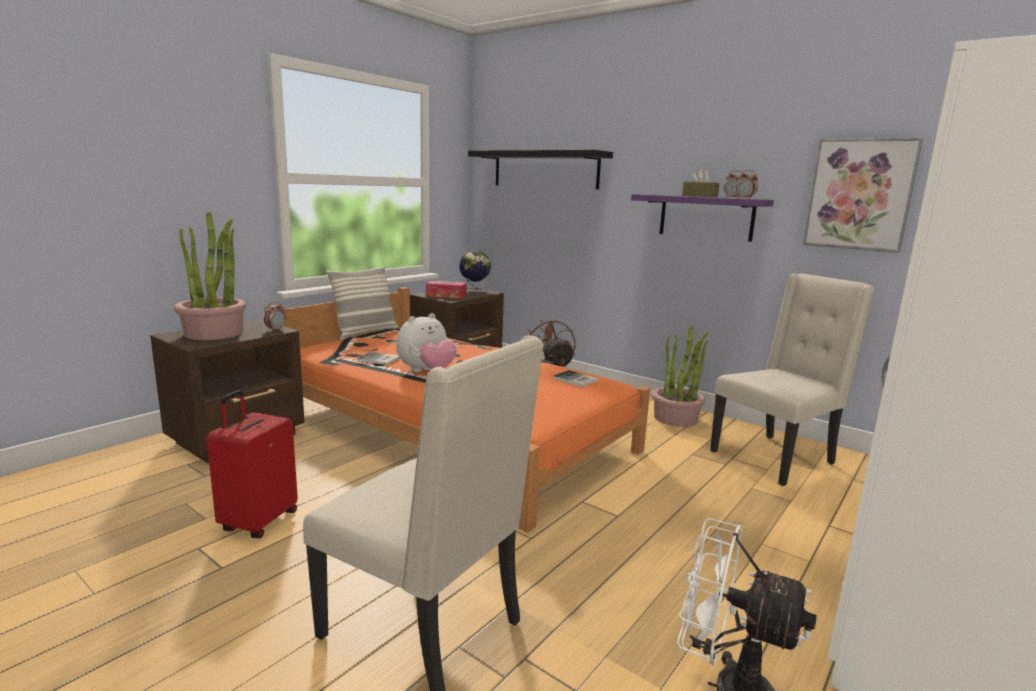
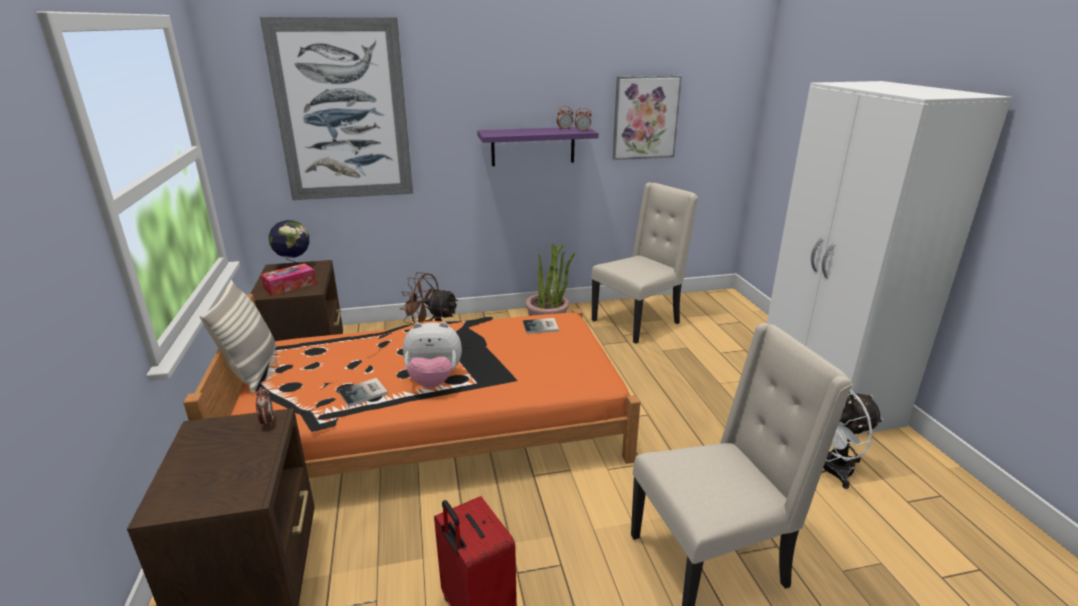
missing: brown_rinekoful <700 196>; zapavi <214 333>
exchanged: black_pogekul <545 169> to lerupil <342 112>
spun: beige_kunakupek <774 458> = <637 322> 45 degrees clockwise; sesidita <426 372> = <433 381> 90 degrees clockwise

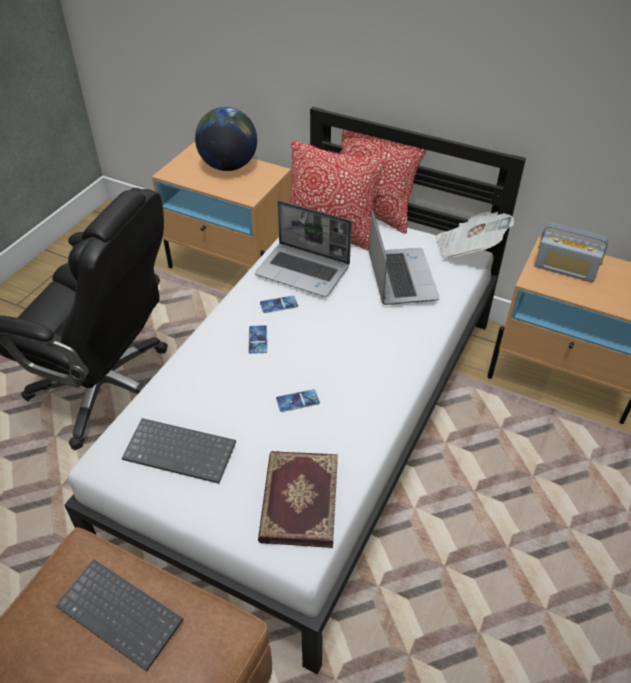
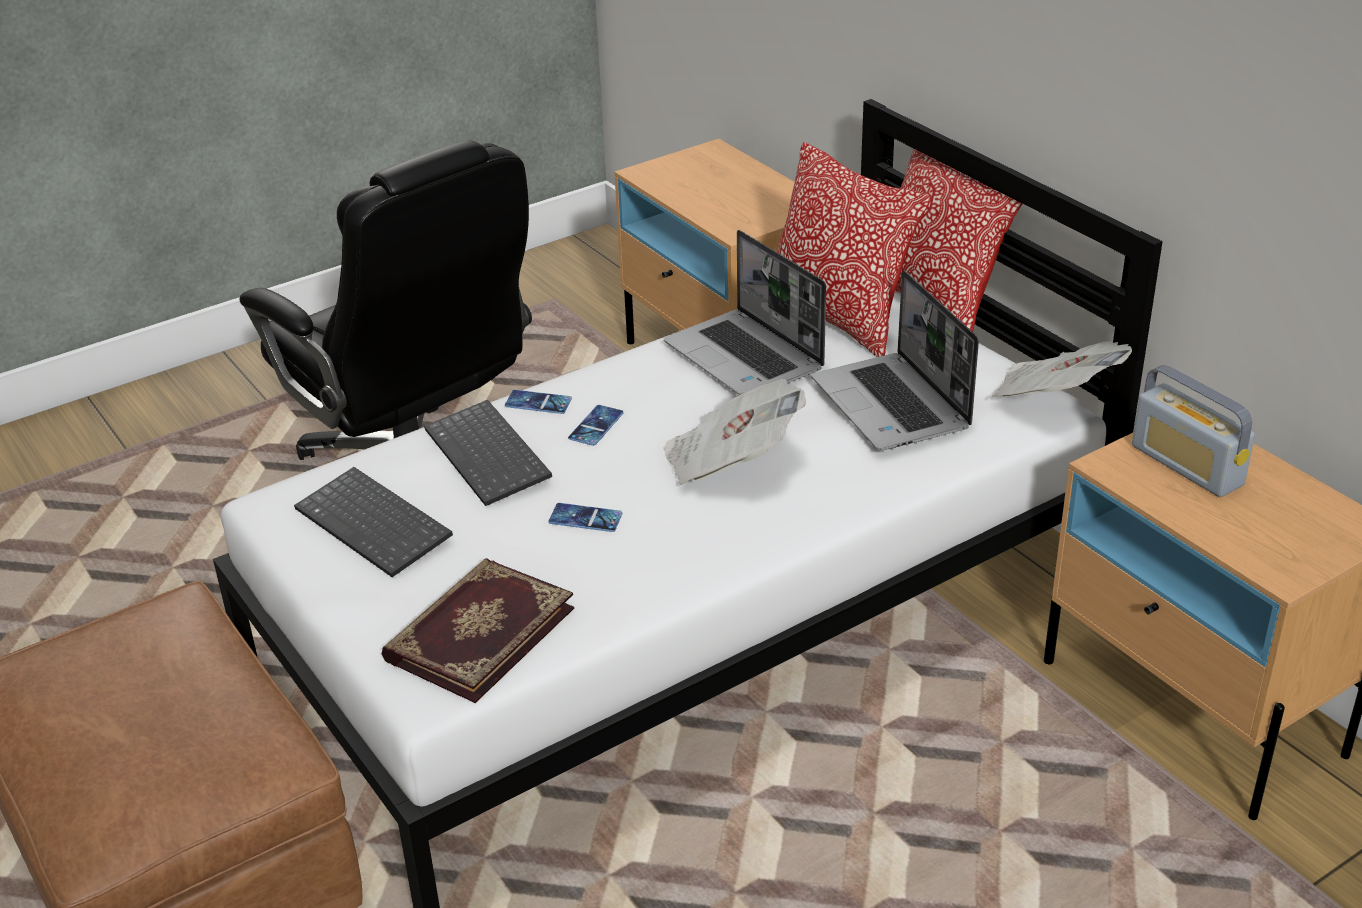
missing: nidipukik <228 166>
appeared: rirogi <730 462>
relocated: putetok <279 304> to <538 402>; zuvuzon <122 613> to <491 456>
spun: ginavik <400 277> = <893 405> 135 degrees clockwise

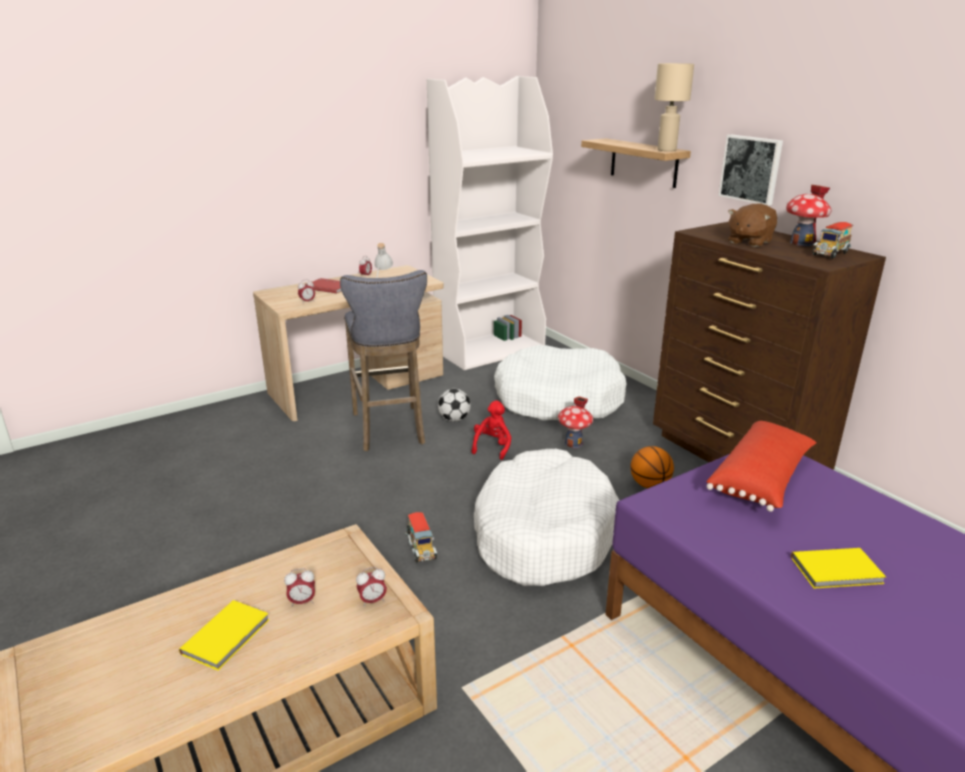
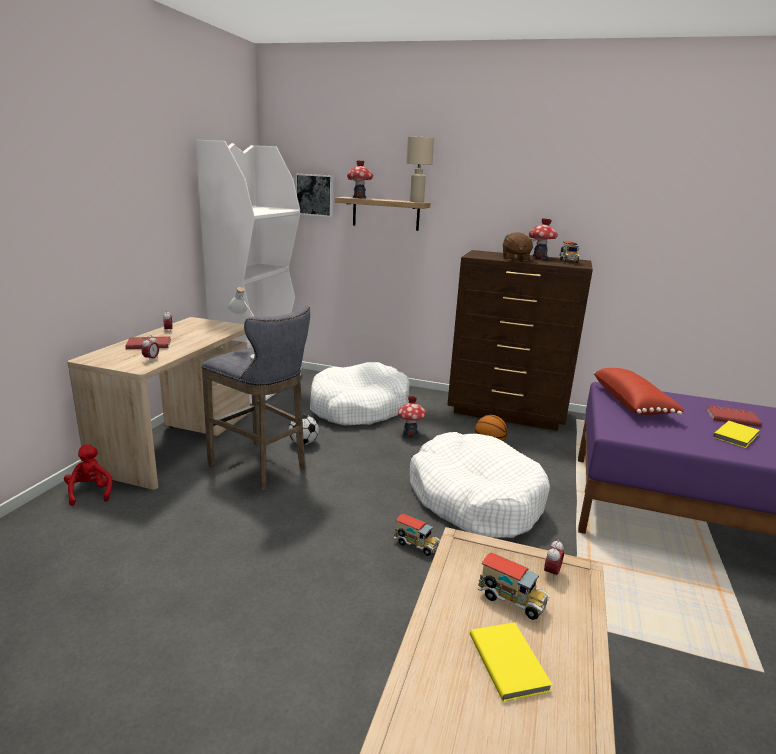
appeared: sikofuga <359 198>; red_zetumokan <731 417>
relocated: lerupil <751 169> to <315 195>; red_sesidita <492 447> to <90 492>
exchanged: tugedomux <302 602> to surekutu <511 602>

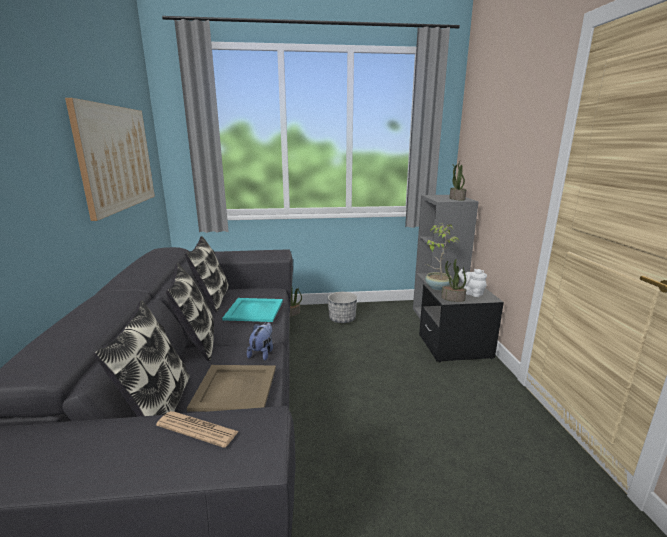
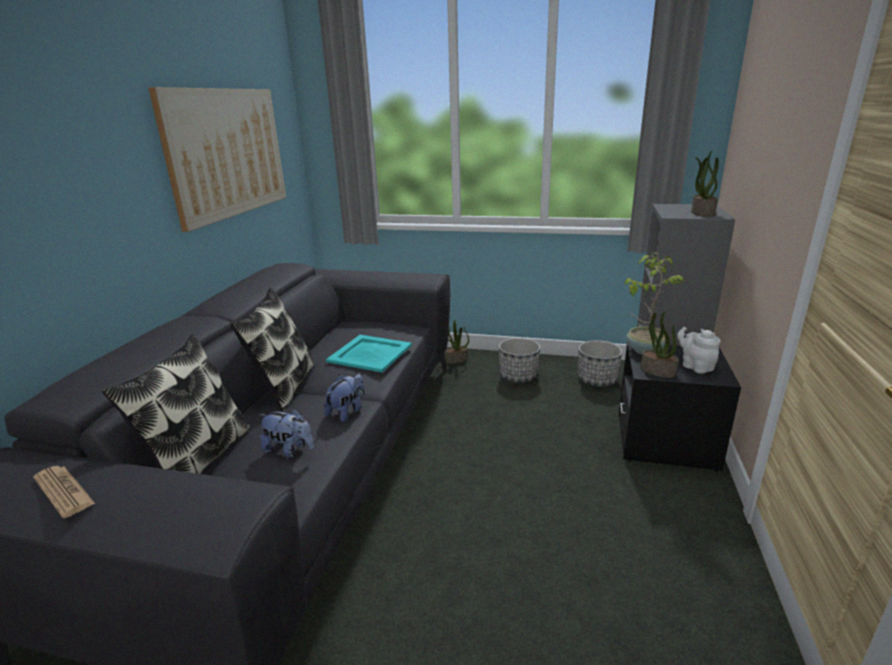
missing: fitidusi <212 299>
appeared: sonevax <597 380>
relocated: rirogi <197 429> to <63 491>
exchanged: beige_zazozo <236 387> to sesidita <289 450>

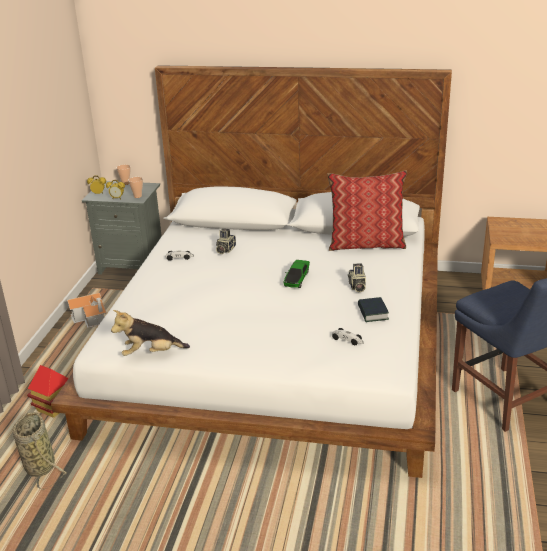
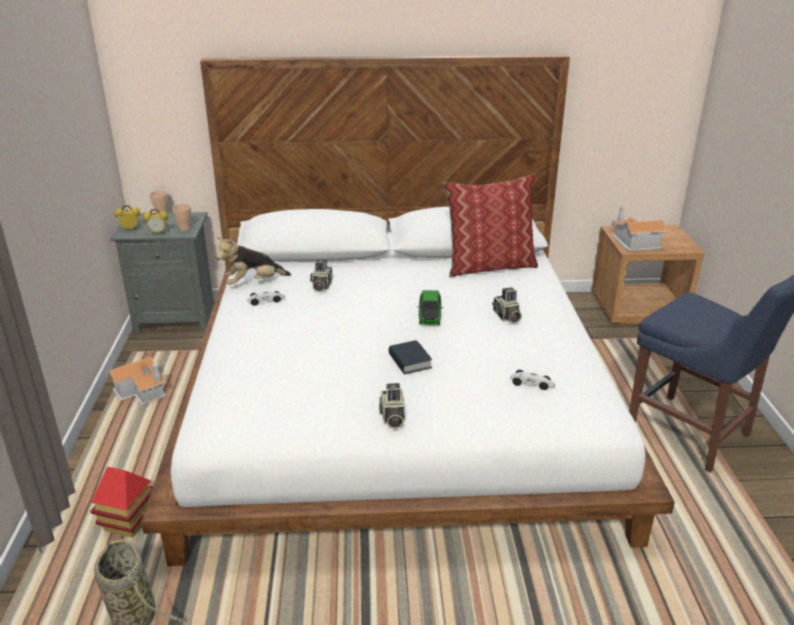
appeared: sikofuga <634 242>; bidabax <392 417>
relocated: zetumokan <372 313> to <409 361>; sesidita <151 353> to <253 283>

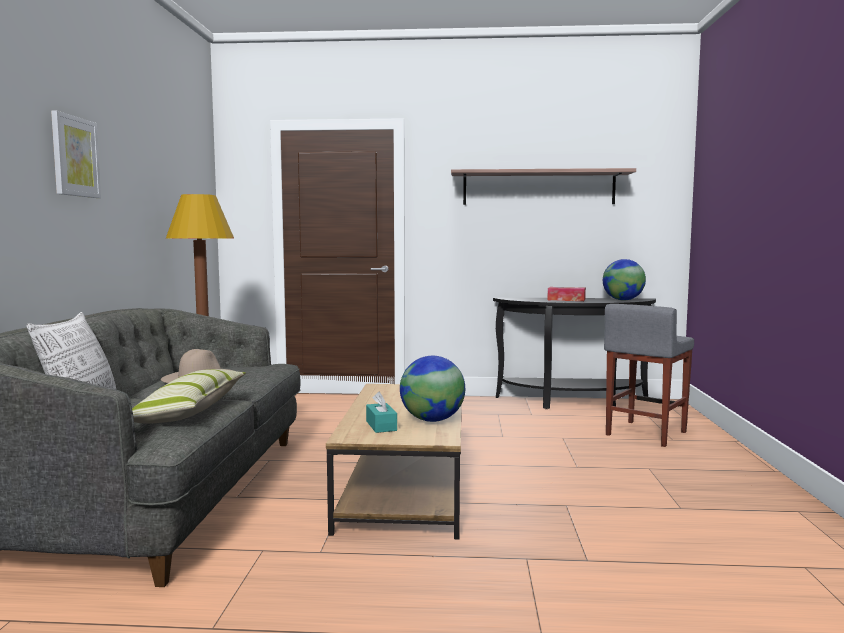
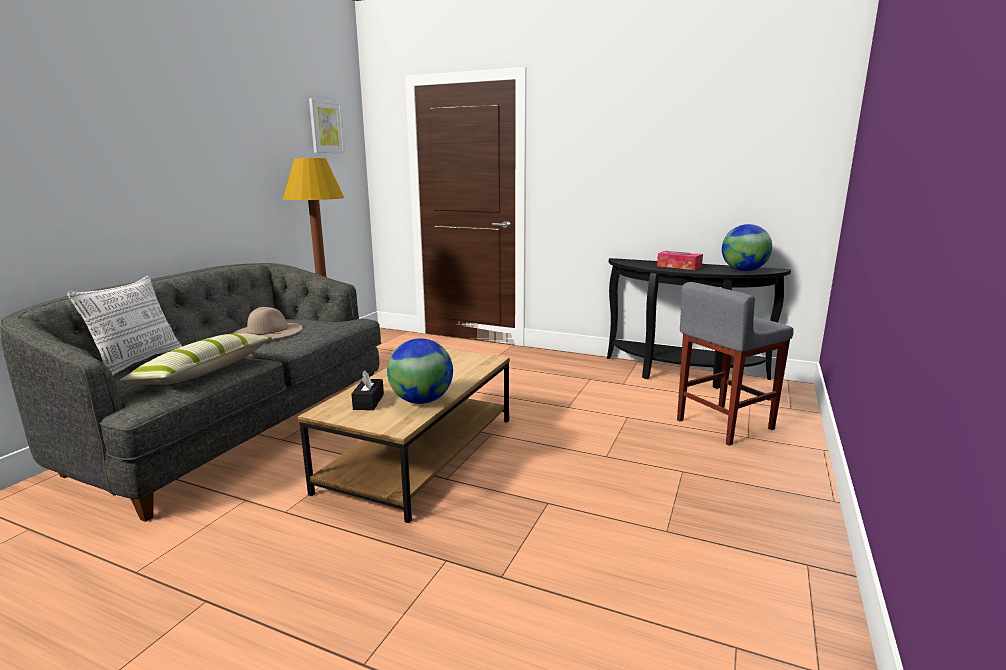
missing: pogekul <538 188>
relocated: lerupil <74 156> to <326 127>
colour: turquoise_rinekoful <381 426> to black_rinekoful <368 402>

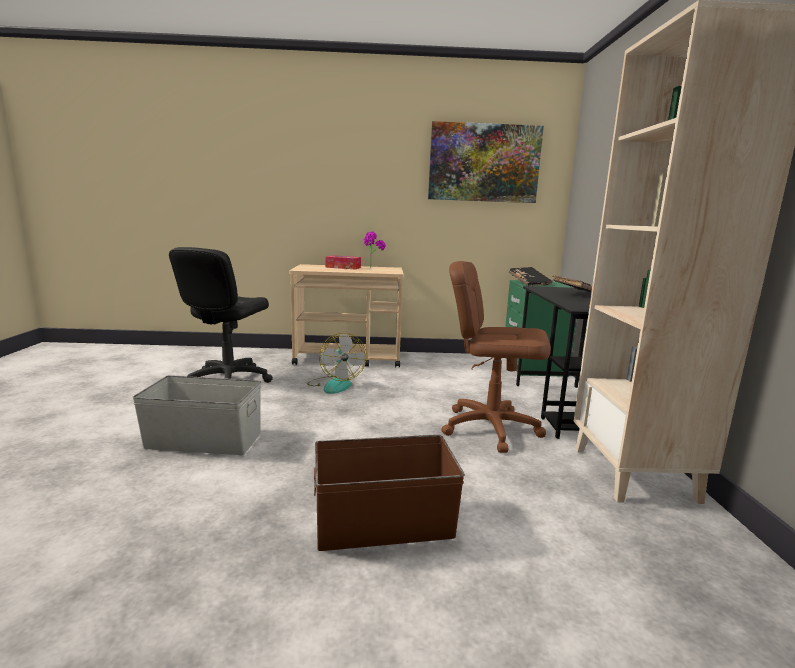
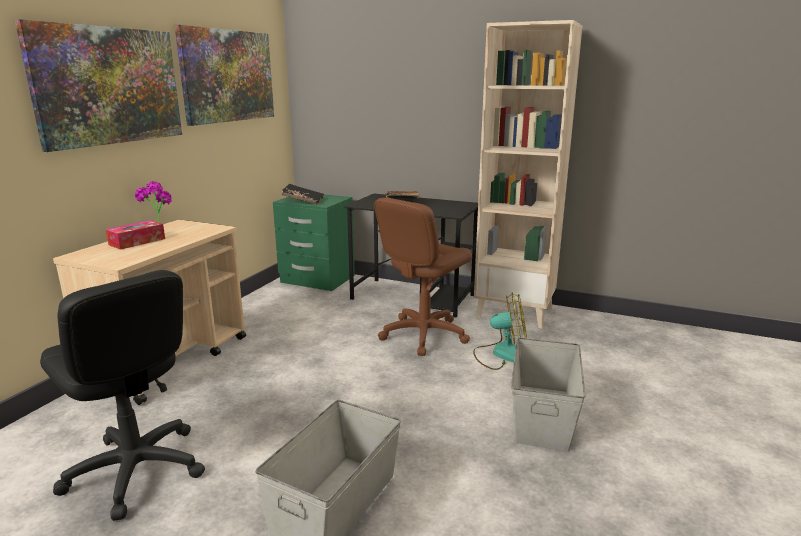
appeared: lerupil <109 86>
relocated: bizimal <335 384> to <501 354>
colour: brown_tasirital <384 524> to grey_tasirital <543 415>

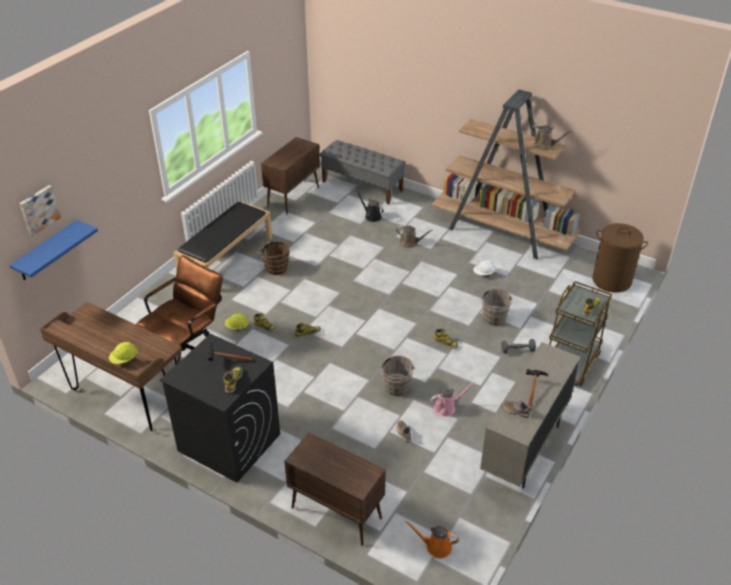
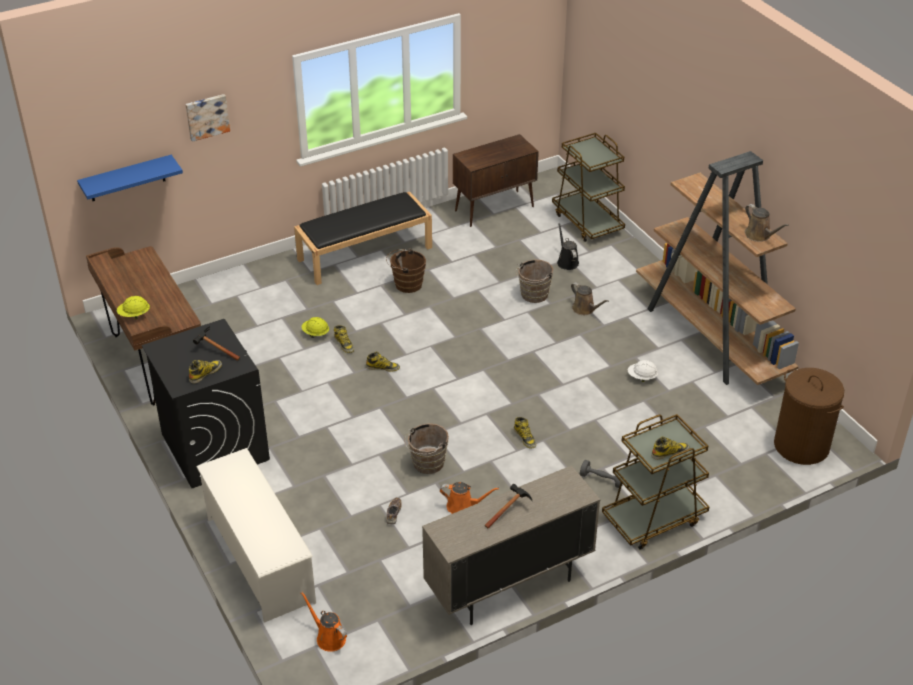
missing: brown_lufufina <189 351>; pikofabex <516 411>
relocated: lerupil <39 209> to <207 116>; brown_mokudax <494 319> to <533 295>
exchanged: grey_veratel <362 186> to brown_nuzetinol <587 222>; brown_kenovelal <335 513> to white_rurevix <259 559>
colour: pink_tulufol <446 408> to orange_tulufol <463 507>

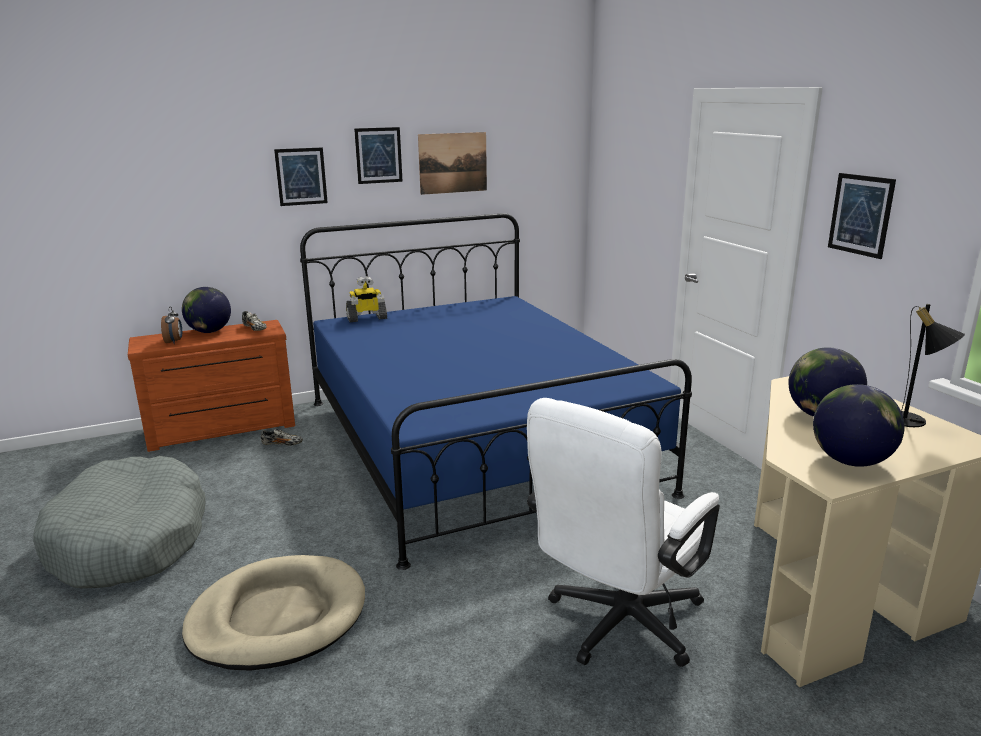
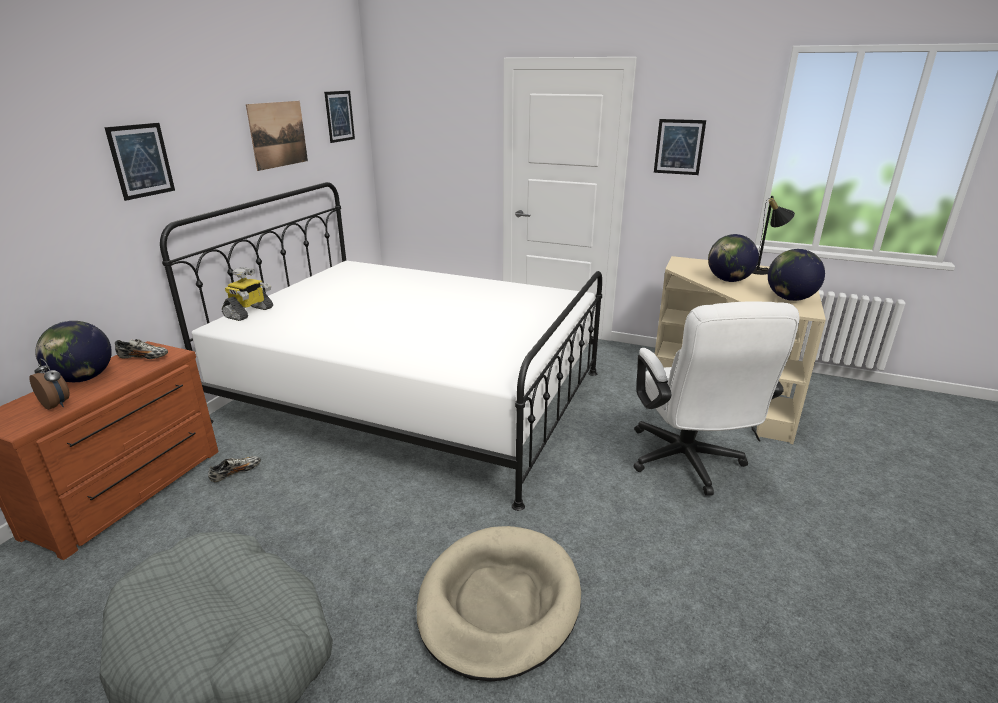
relocated: lerupil <378 155> to <339 116>
colour: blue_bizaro <474 444> to white_bizaro <414 396>

